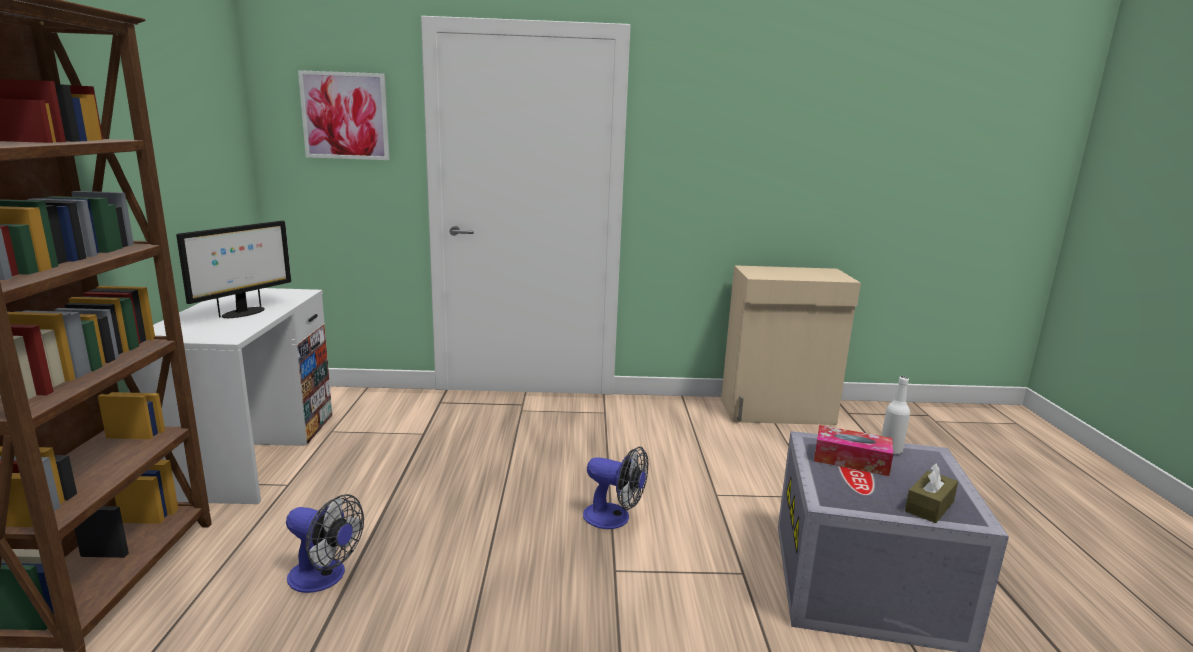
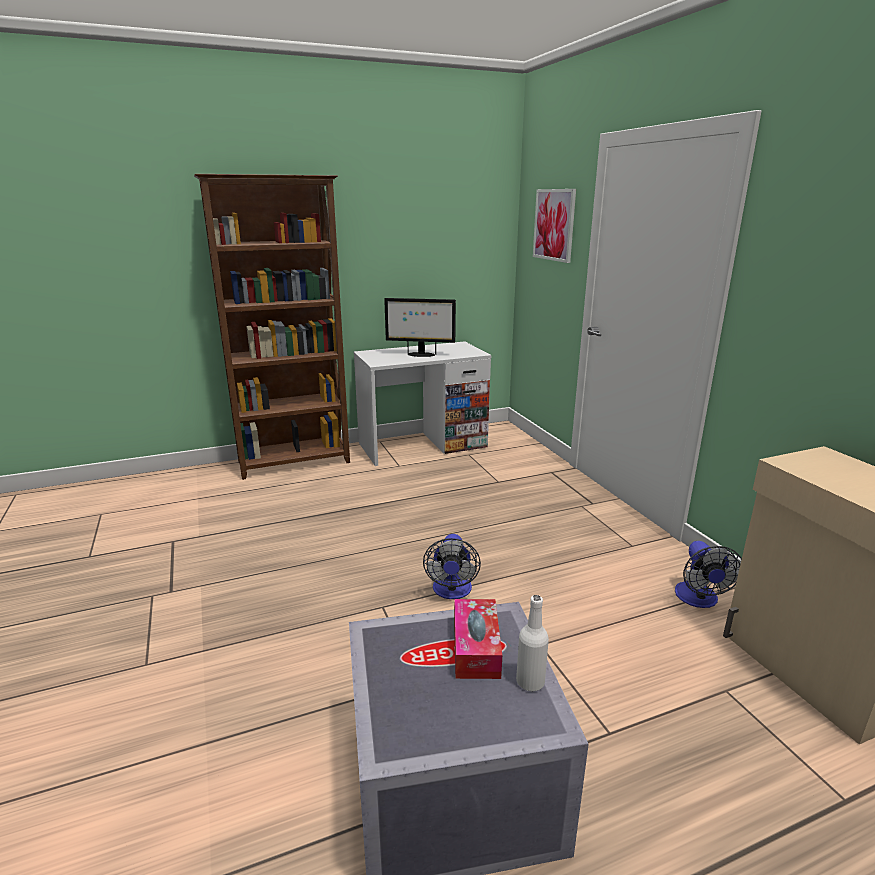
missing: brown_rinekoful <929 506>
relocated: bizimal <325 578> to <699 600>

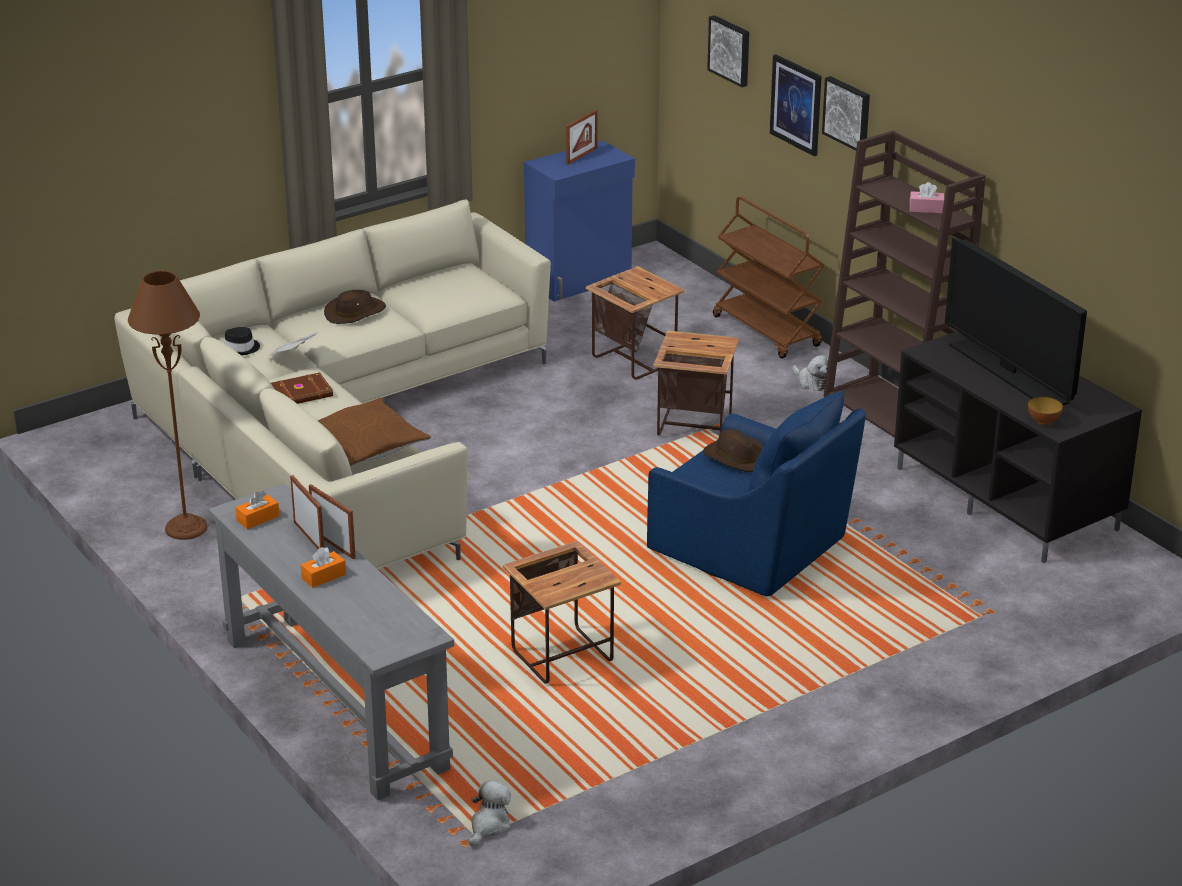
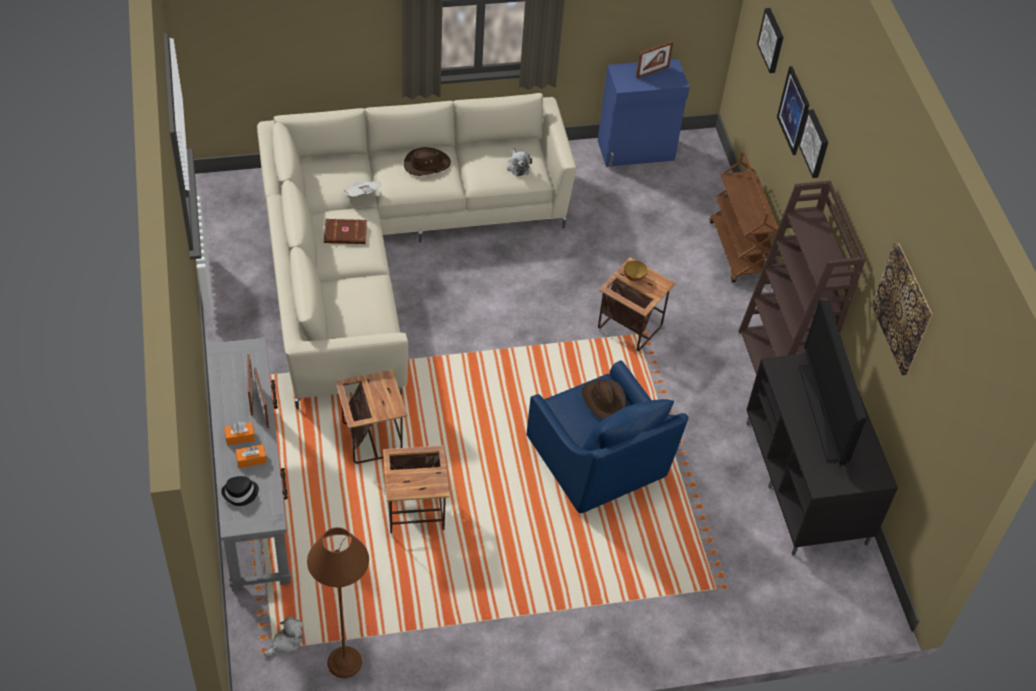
missing: pink_rinekoful <926 209>; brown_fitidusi <364 445>
appeared: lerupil <903 309>
relocated: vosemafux <633 360> to <372 438>; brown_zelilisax <186 528> to <344 662>; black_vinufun <241 348> to <240 493>; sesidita <811 382> to <517 166>; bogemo <1043 422> to <634 278>; orange_rinekoful <258 518> to <251 459>

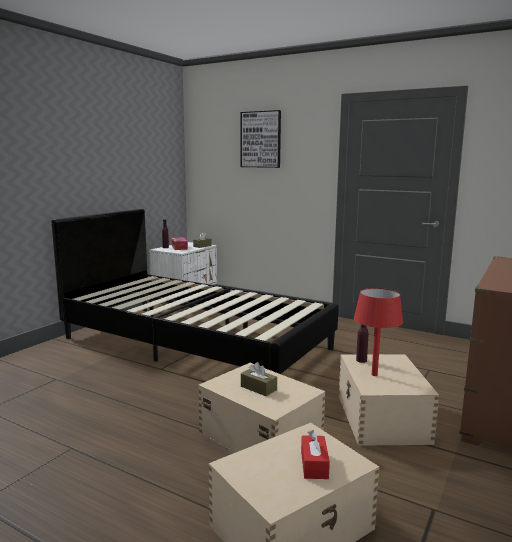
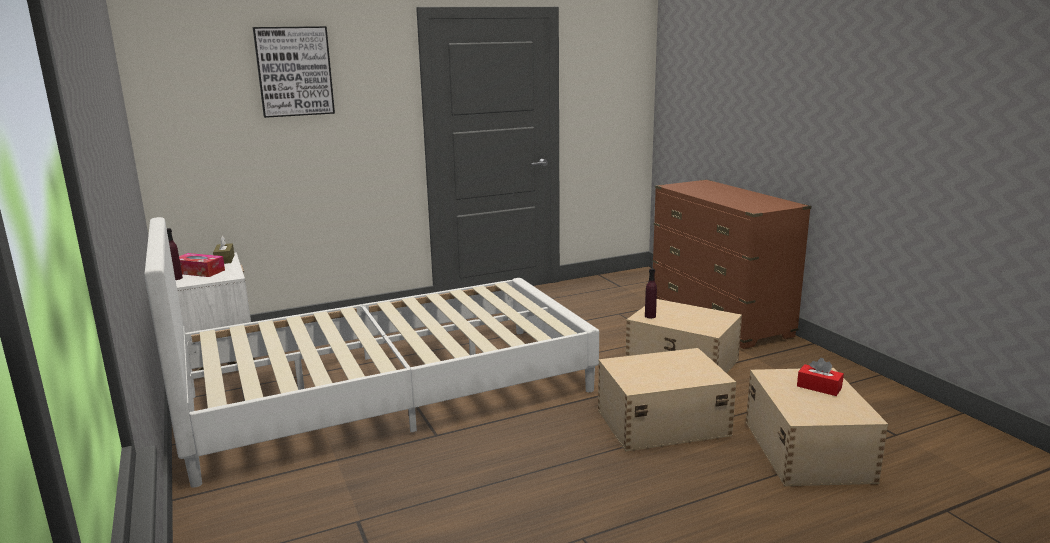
missing: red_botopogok <374 375>; brown_rinekoful <258 388>
colour: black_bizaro <195 343> to white_bizaro <388 394>

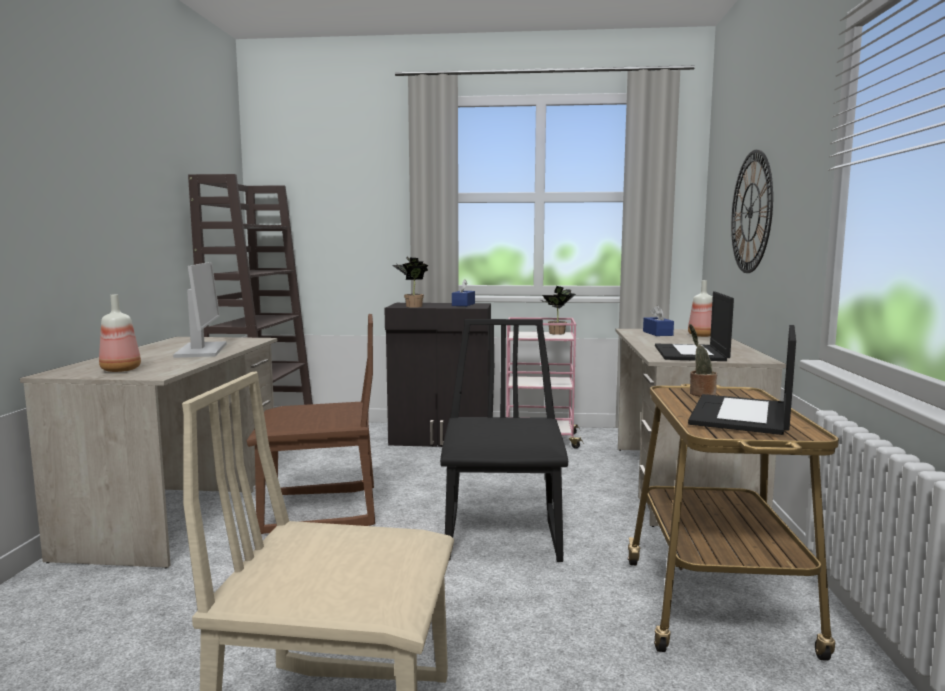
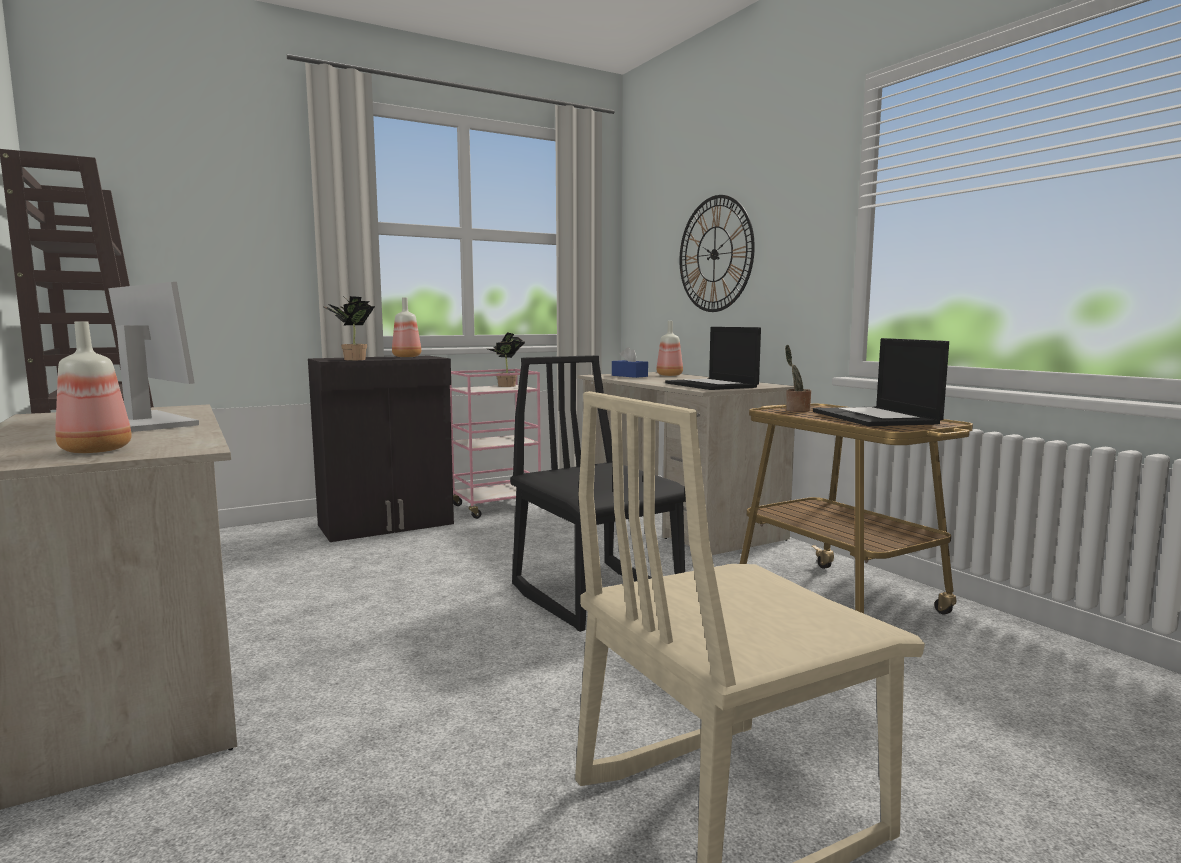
missing: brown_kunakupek <320 511>
exchanged: blue_rinekoful <463 304> to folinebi <406 357>

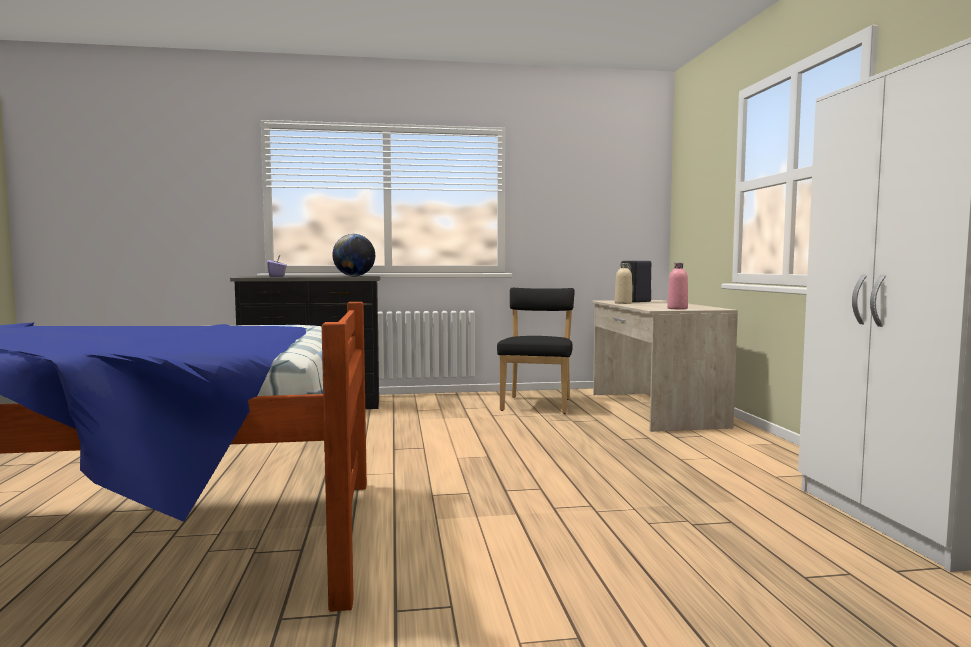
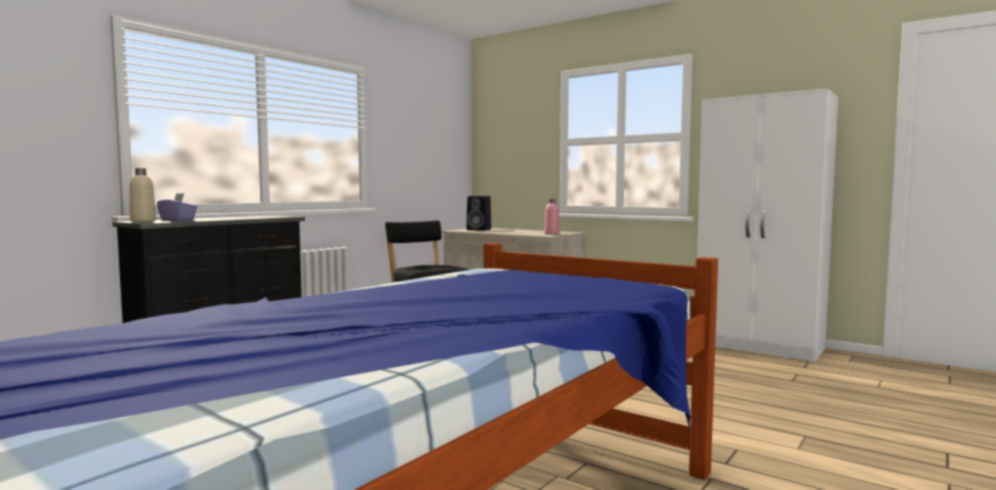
missing: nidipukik <354 276>
relocated: beige_folinebi <623 303> to <143 221>

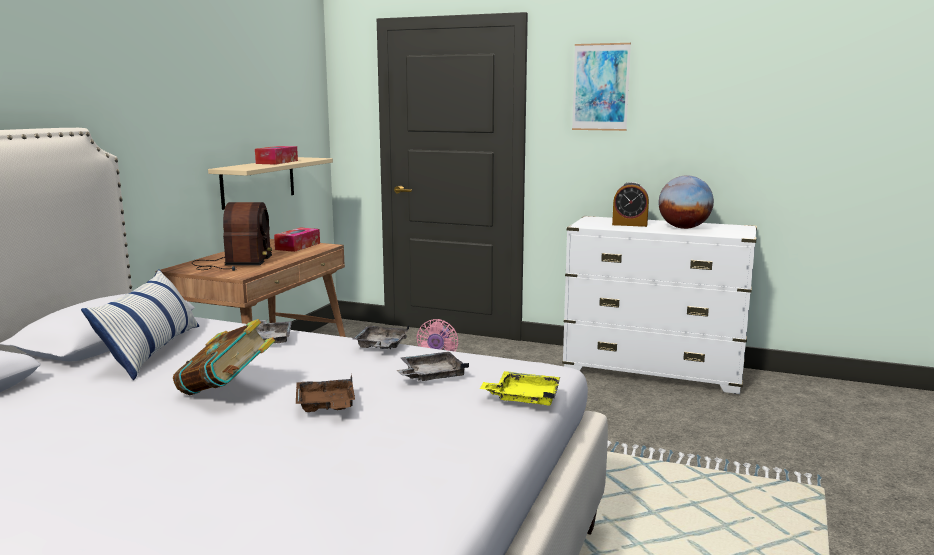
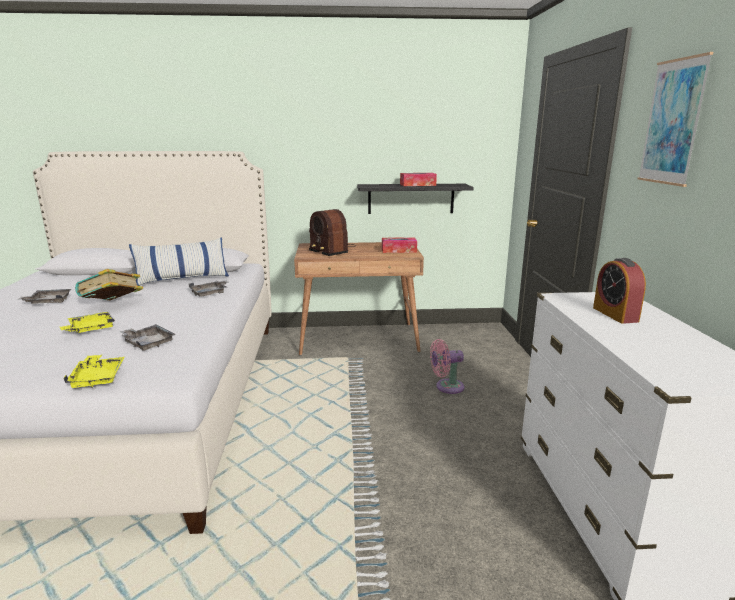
missing: nidipukik <683 228>
relocated: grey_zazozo <381 346> to <48 302>
colour: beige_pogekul <258 182> to black_pogekul <411 198>; brown_zazozo <326 406> to yellow_zazozo <90 329>
spun: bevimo <234 264> = <331 250> 75 degrees clockwise

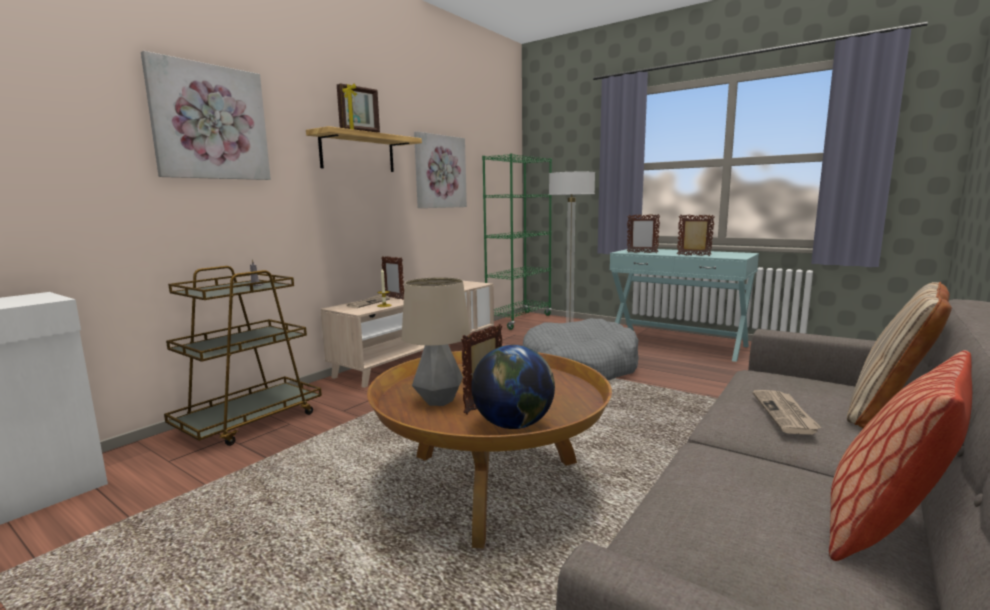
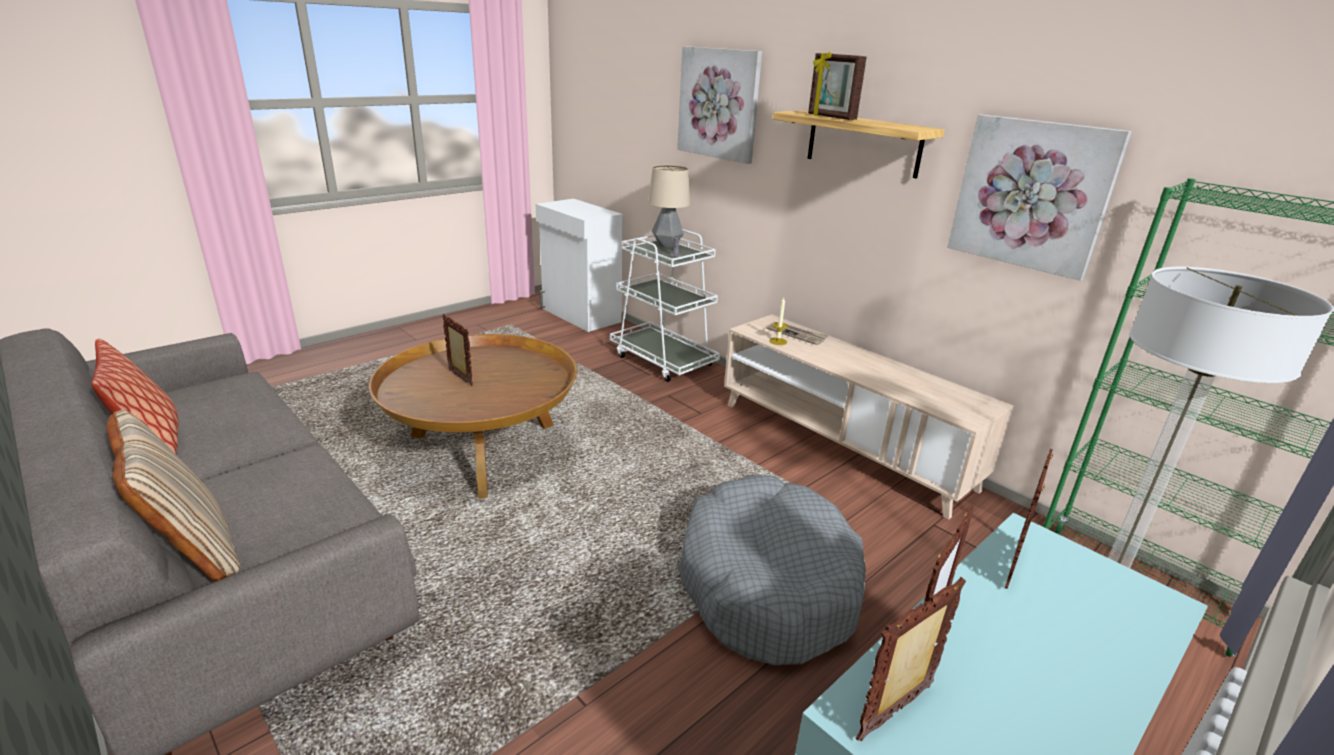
missing: nidipukik <513 424>; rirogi <785 414>
relocated: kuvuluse <394 298> to <896 713>; botopogok <438 401> to <667 245>
colour: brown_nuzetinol <250 421> to white_nuzetinol <663 360>

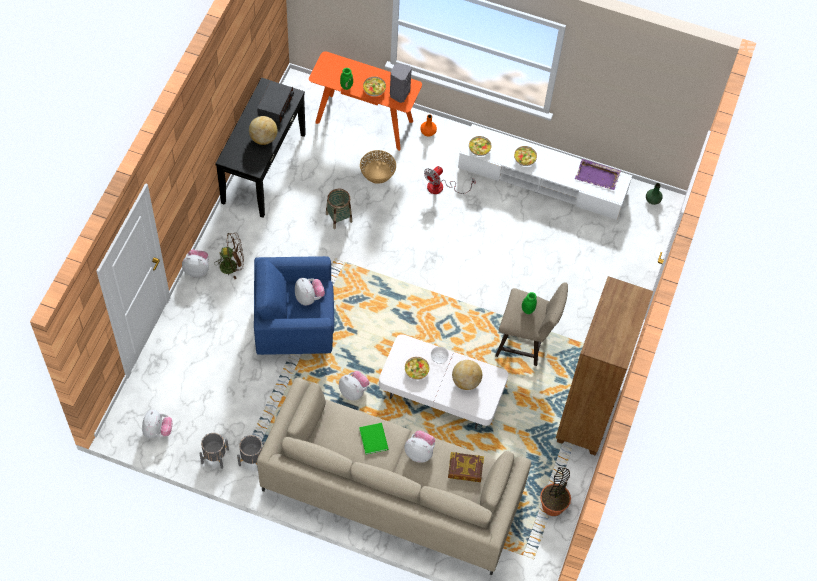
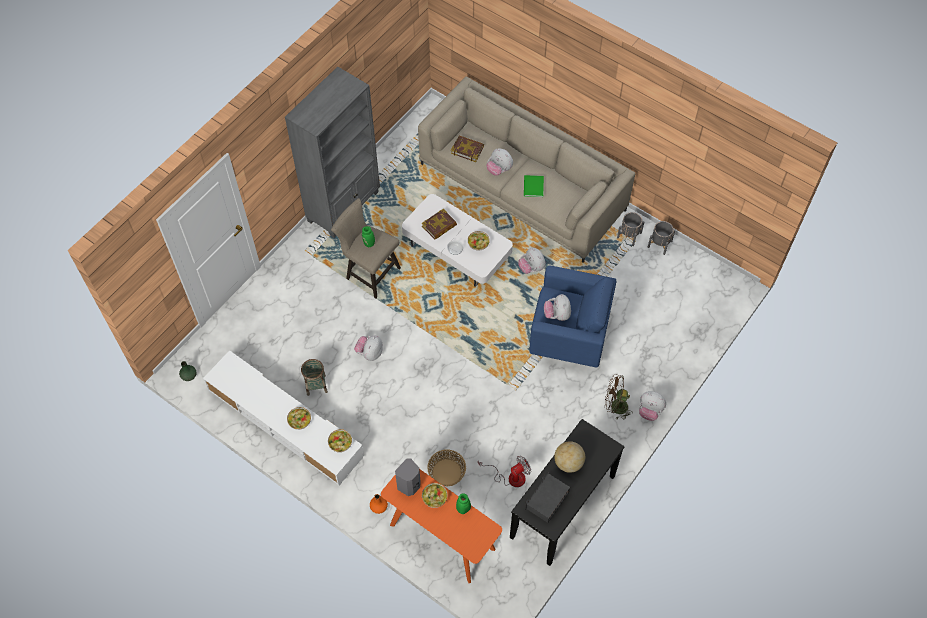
missing: purple_zazozo <598 176>; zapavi <552 506>
relocated: bizimal <441 187> to <510 477>; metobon <339 217> to <316 385>; sesidita <157 431> to <370 353>
exchanged: nidipukik <466 381> to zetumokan <439 226>
colour: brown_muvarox <586 414> to grey_muvarox <344 206>

